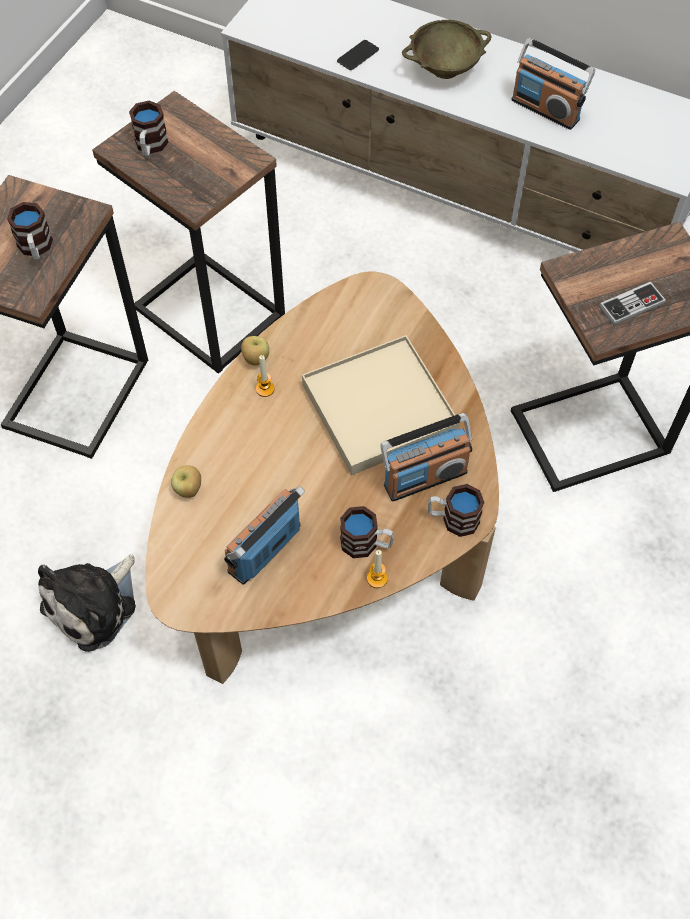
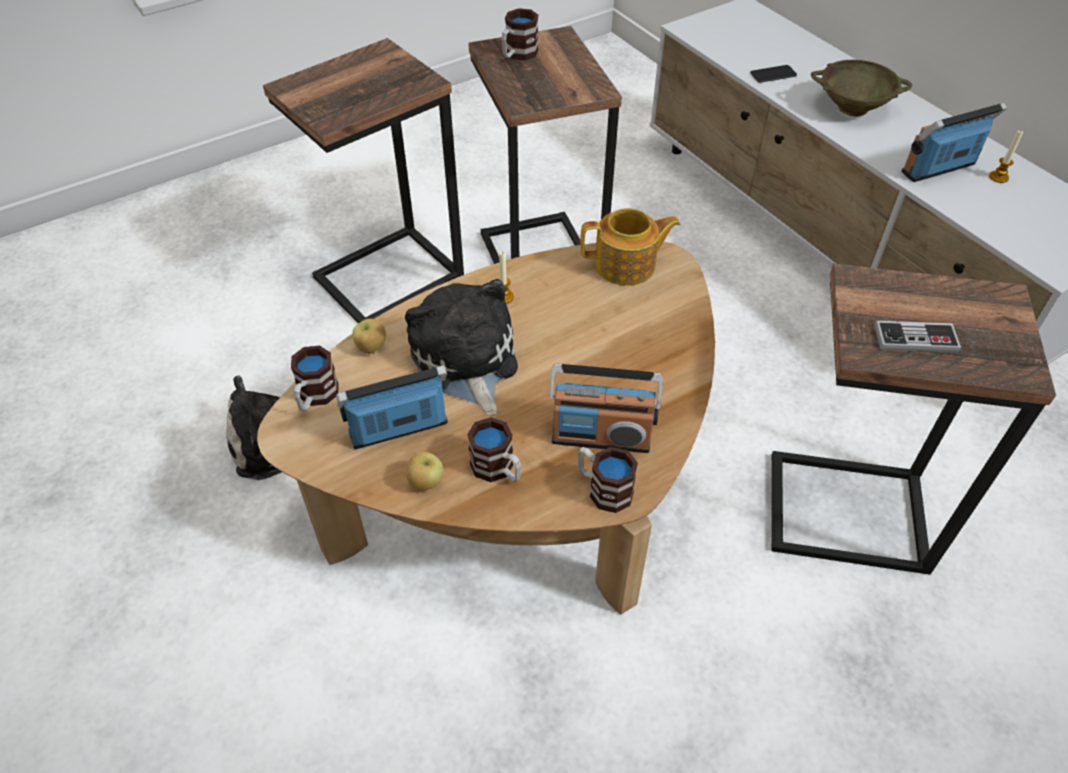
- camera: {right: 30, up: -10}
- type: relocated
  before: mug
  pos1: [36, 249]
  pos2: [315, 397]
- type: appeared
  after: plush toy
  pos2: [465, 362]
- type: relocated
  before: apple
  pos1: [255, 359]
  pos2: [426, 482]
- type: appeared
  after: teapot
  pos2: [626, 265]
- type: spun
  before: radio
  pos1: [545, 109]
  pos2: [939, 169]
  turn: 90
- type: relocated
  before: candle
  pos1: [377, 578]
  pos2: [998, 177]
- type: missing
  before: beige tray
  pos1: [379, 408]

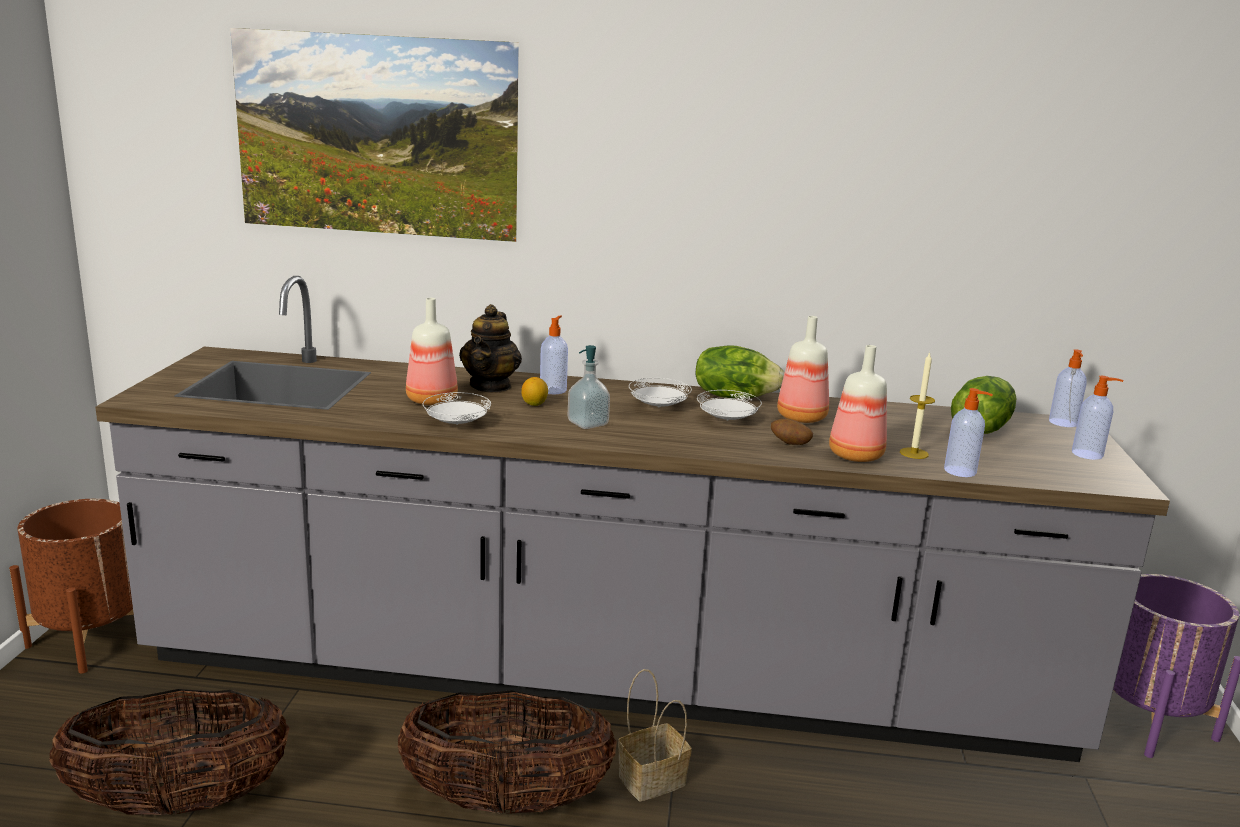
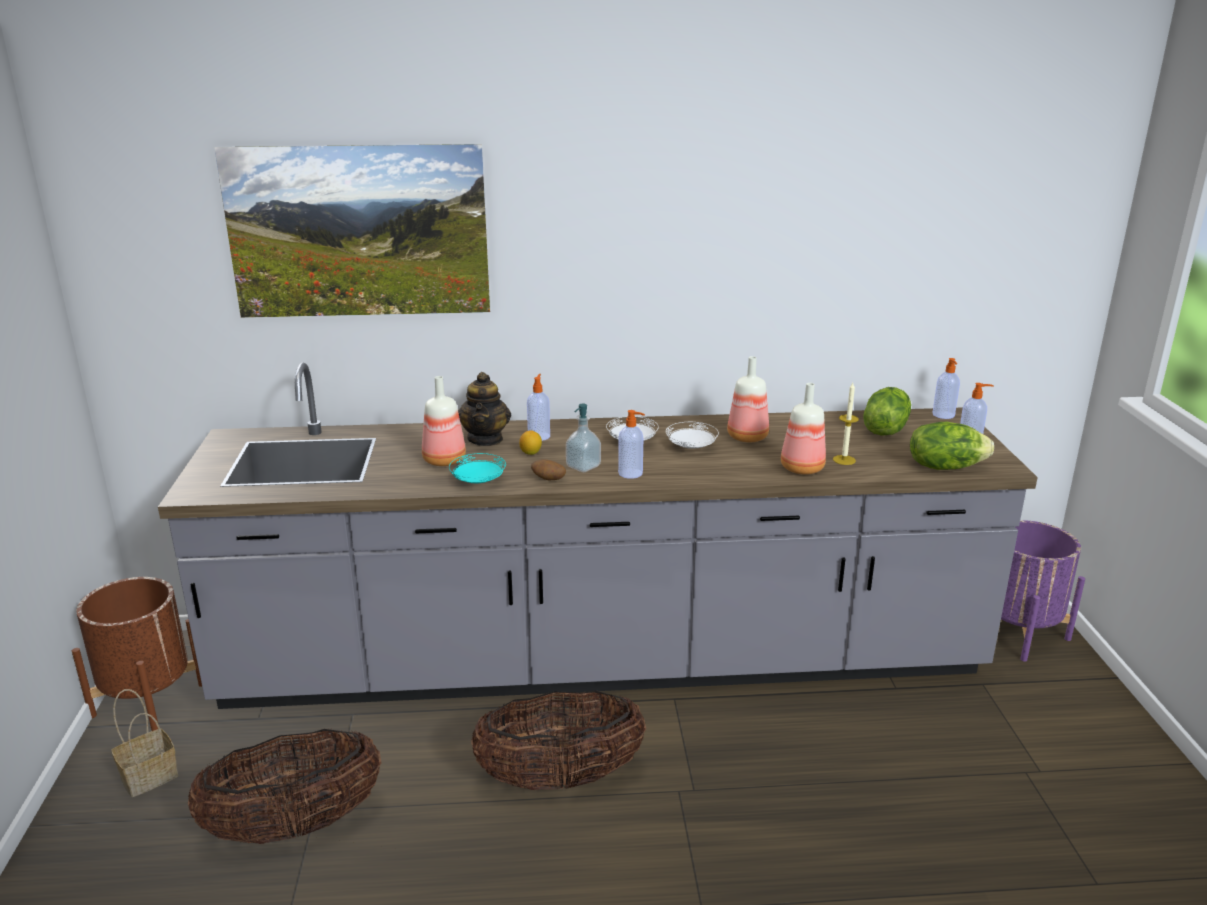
- camera: {right: -10, up: 5}
- type: relocated
  before: basket
  pos1: [653, 779]
  pos2: [151, 775]
- type: colour
  before: white plate
  after: turquoise plate
  pos1: [456, 424]
  pos2: [478, 482]
- type: relocated
  before: potato
  pos1: [789, 444]
  pos2: [548, 479]
- type: relocated
  before: soap dispenser
  pos1: [961, 471]
  pos2: [631, 473]
- type: relocated
  before: lettuce
  pos1: [734, 396]
  pos2: [945, 466]

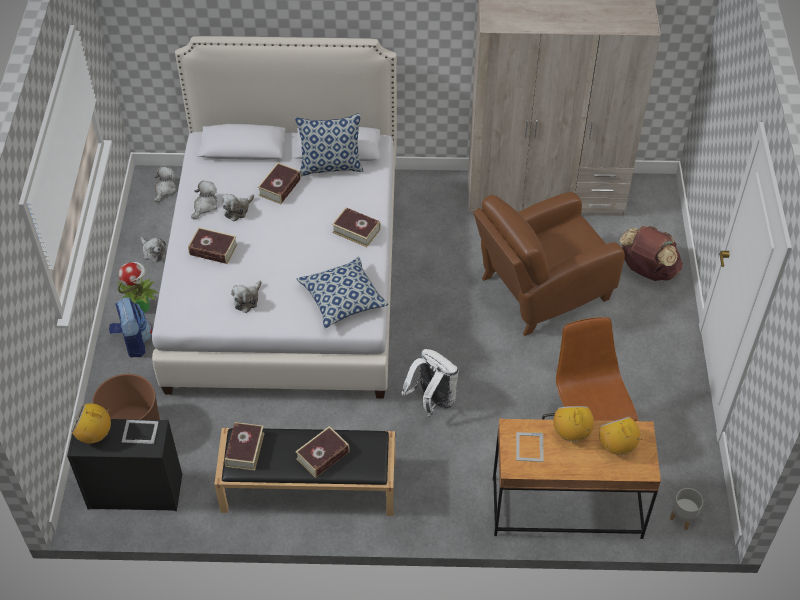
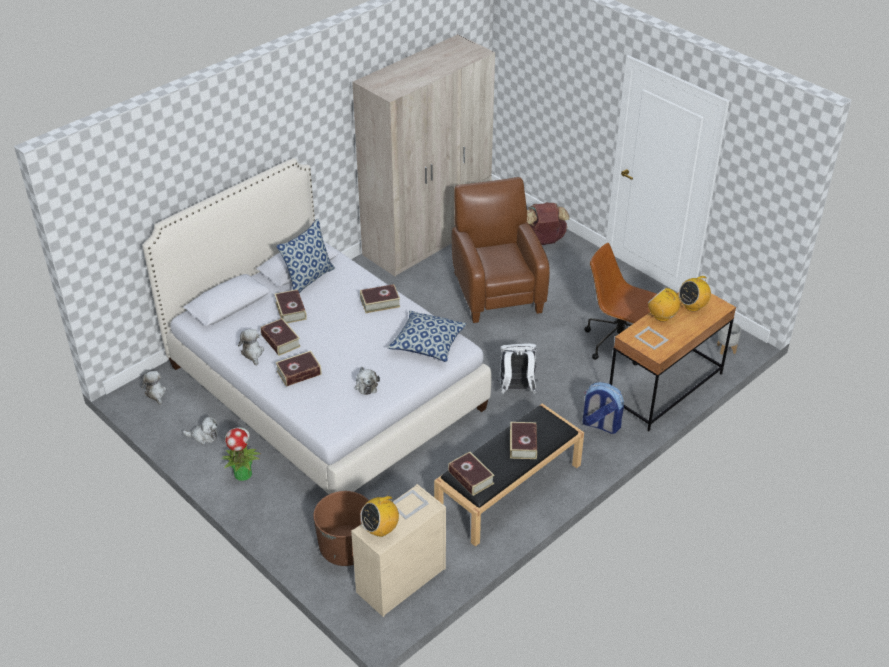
- camera: {right: -45, up: -10}
- type: exchanged
  before: plush toy
  after: book
  pos1: [238, 210]
  pos2: [280, 341]
- type: colour
  before: black dresser
  after: beige dresser
  pos1: [134, 491]
  pos2: [400, 581]
- type: spun
  before: brown armchair
  pos1: [541, 290]
  pos2: [496, 289]
  turn: 150
- type: relocated
  before: backpack
  pos1: [133, 342]
  pos2: [600, 425]
- type: spun
  before: radio
  pos1: [616, 446]
  pos2: [692, 306]
  turn: -60

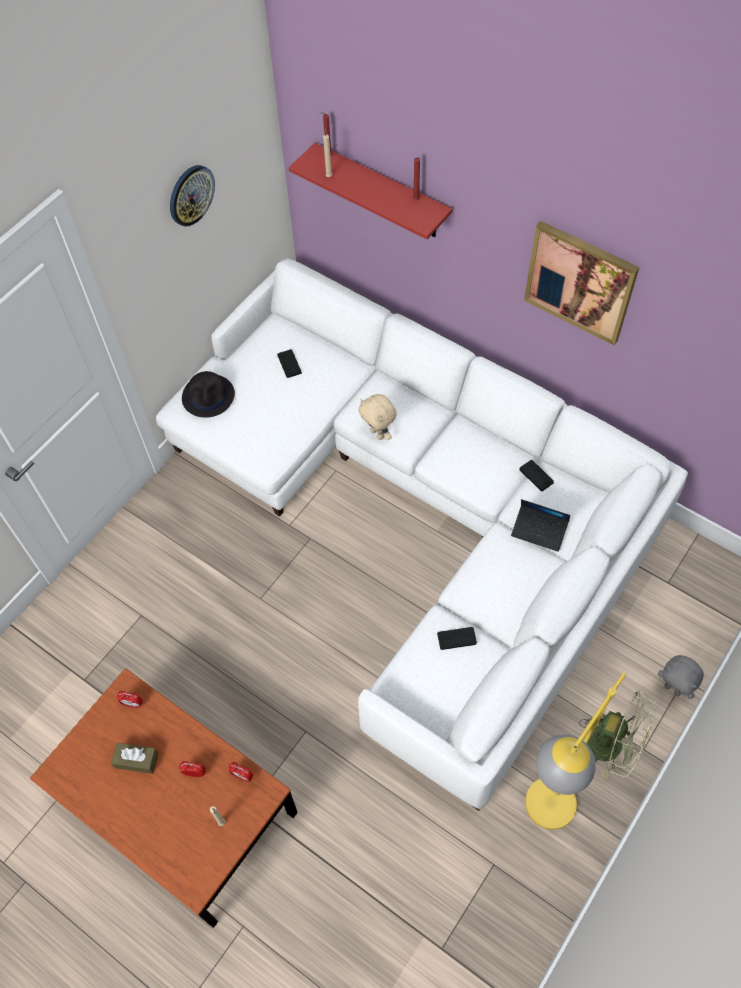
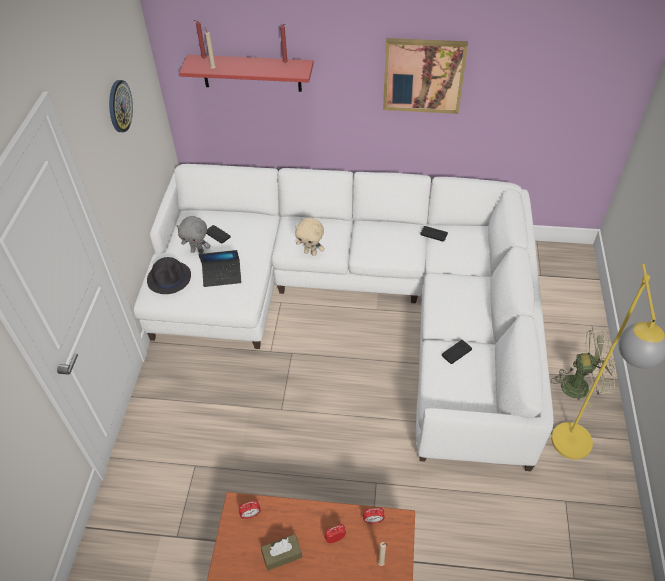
- camera: {right: -30, up: -10}
- type: relocated
  before: grey plush toy
  pos1: [673, 689]
  pos2: [197, 251]
- type: relocated
  before: laptop
  pos1: [539, 531]
  pos2: [222, 276]

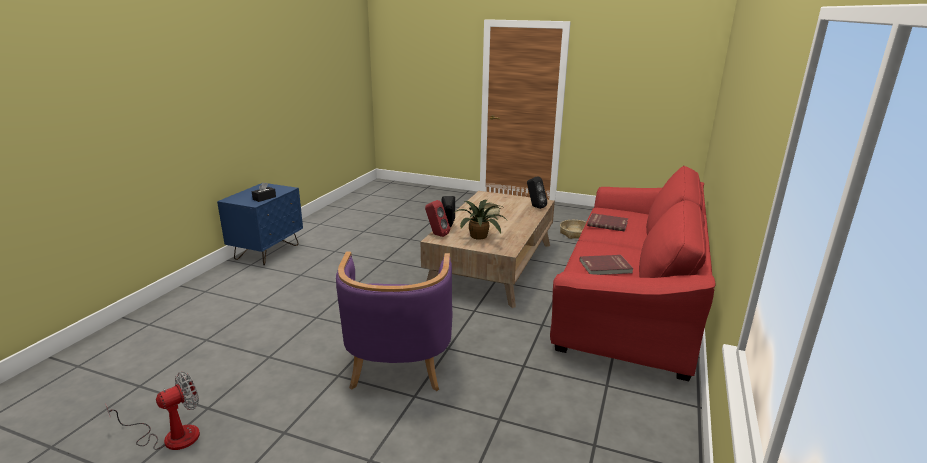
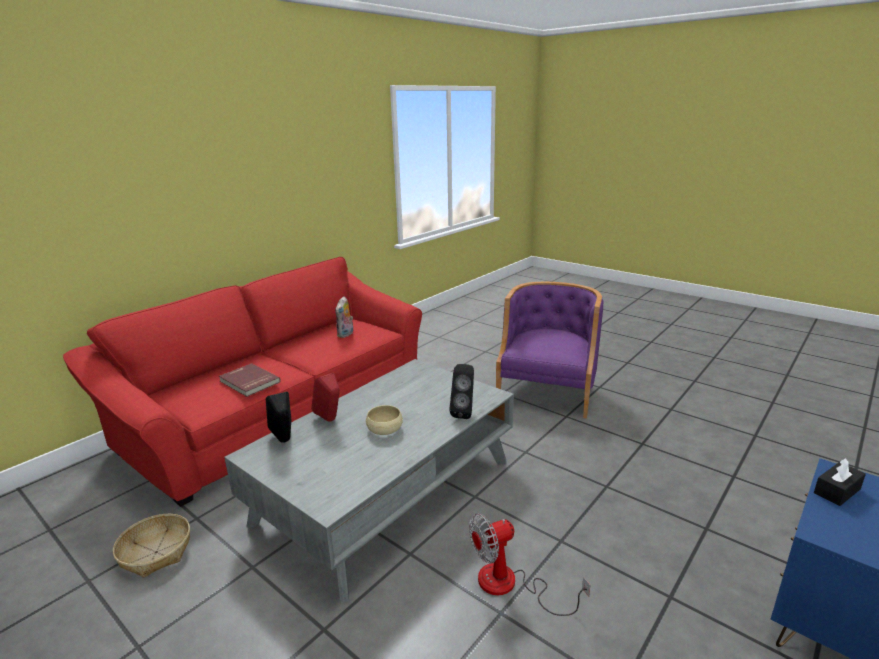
- camera: {right: -160, up: 0}
- type: colour
  before: brown coffee table
  after: grey coffee table
  pos1: [492, 266]
  pos2: [387, 490]
- type: relocated
  before: red speaker
  pos1: [436, 235]
  pos2: [330, 420]
- type: exchanged
  before: red book
  after: plush toy
  pos1: [605, 267]
  pos2: [346, 334]
- type: relocated
  before: fan
  pos1: [171, 436]
  pos2: [510, 585]
- type: missing
  before: potted plant
  pos1: [480, 236]

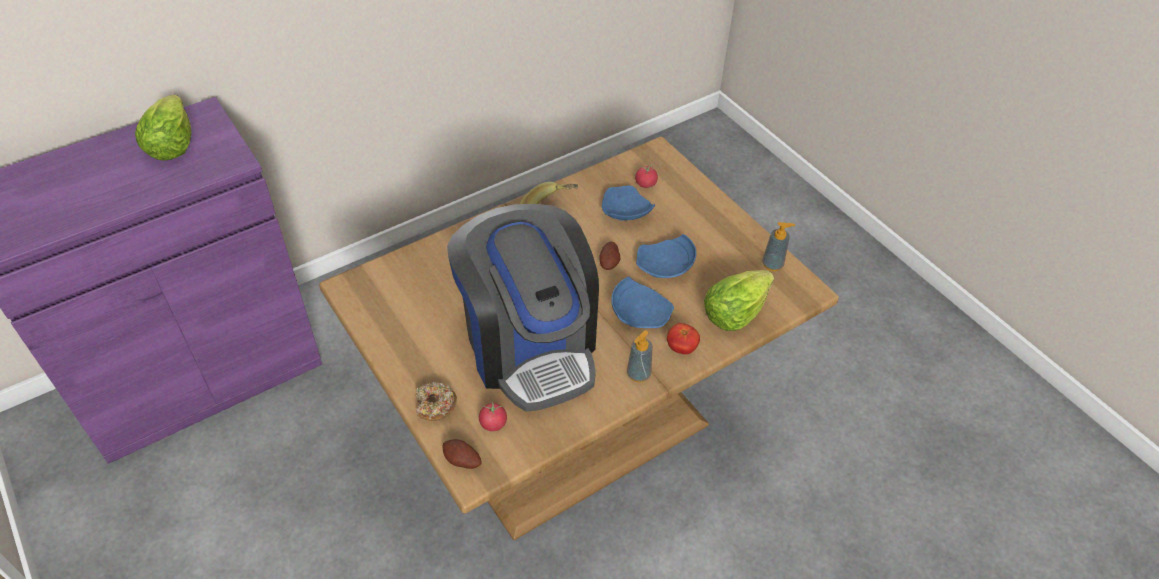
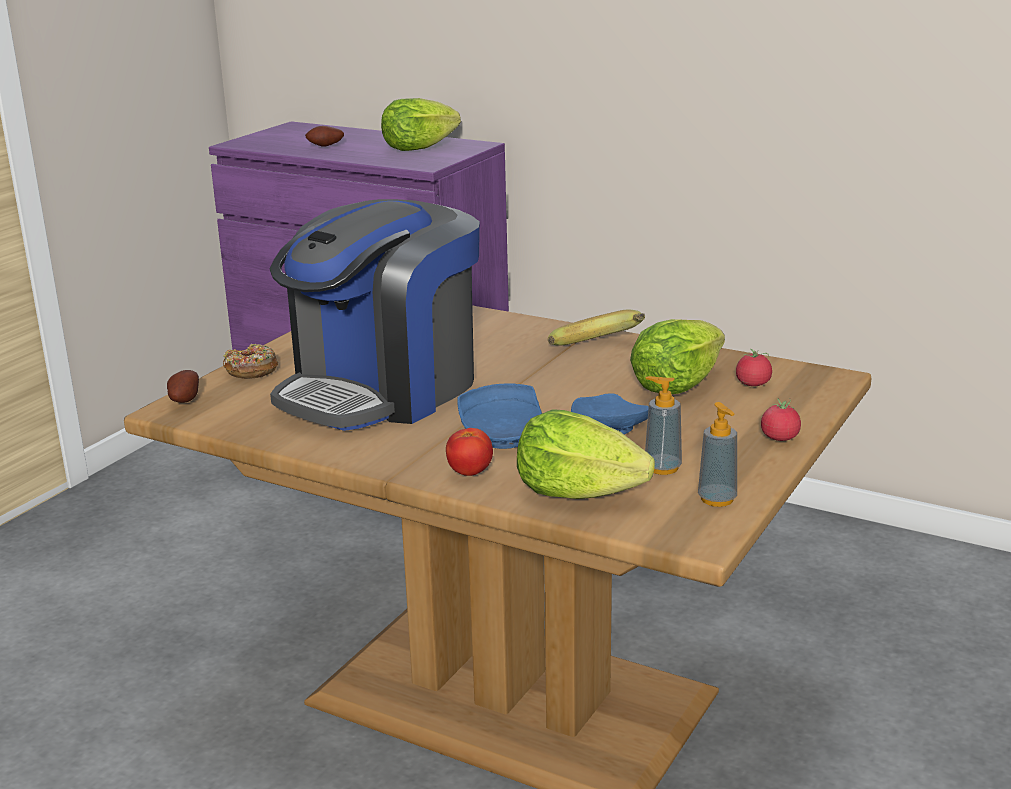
- camera: {right: 65, up: -25}
- type: relocated
  before: potato
  pos1: [609, 263]
  pos2: [325, 146]
- type: exchanged
  before: blue plate
  after: lettuce
  pos1: [624, 213]
  pos2: [676, 385]
- type: relocated
  before: soap dispenser
  pos1: [638, 374]
  pos2: [662, 468]
- type: relocated
  before: tomato
  pos1: [493, 423]
  pos2: [779, 438]

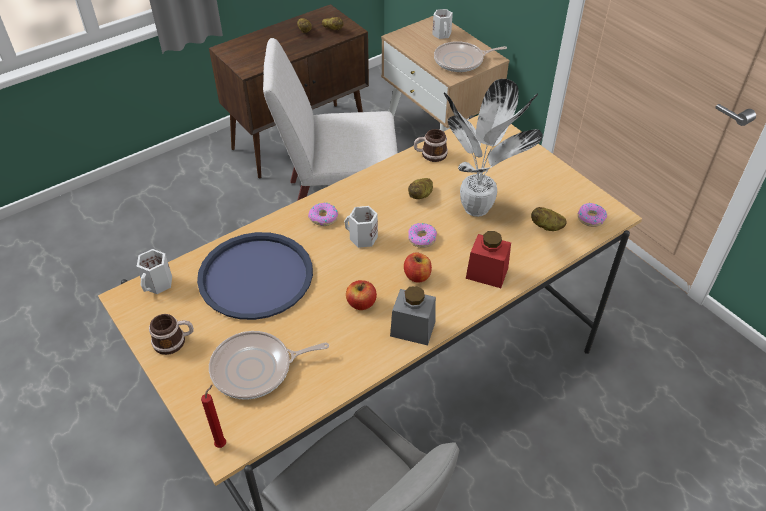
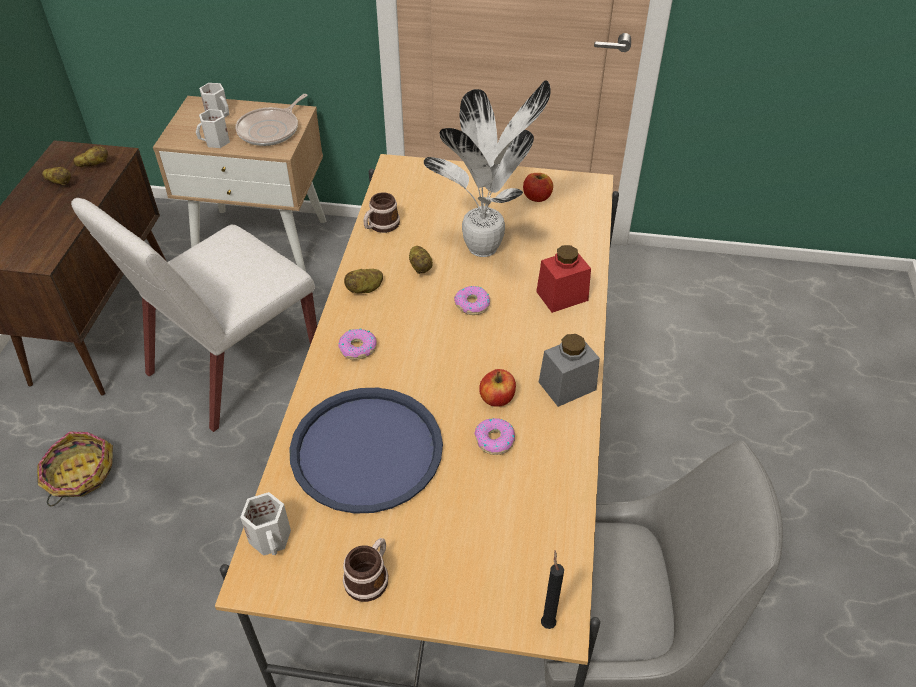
- camera: {right: -45, up: 0}
- type: appeared
  after: basket
  pos2: [79, 475]
- type: relocated
  before: white mug
  pos1: [362, 238]
  pos2: [216, 142]
- type: relocated
  before: potato
  pos1: [546, 226]
  pos2: [365, 289]
- type: relocated
  before: donut
  pos1: [590, 218]
  pos2: [494, 440]
- type: relocated
  before: apple
  pos1: [417, 276]
  pos2: [537, 197]
- type: colour
  before: red candle
  after: black candle
  pos1: [222, 443]
  pos2: [547, 622]
- type: missing
  before: frying pan
  pos1: [256, 369]

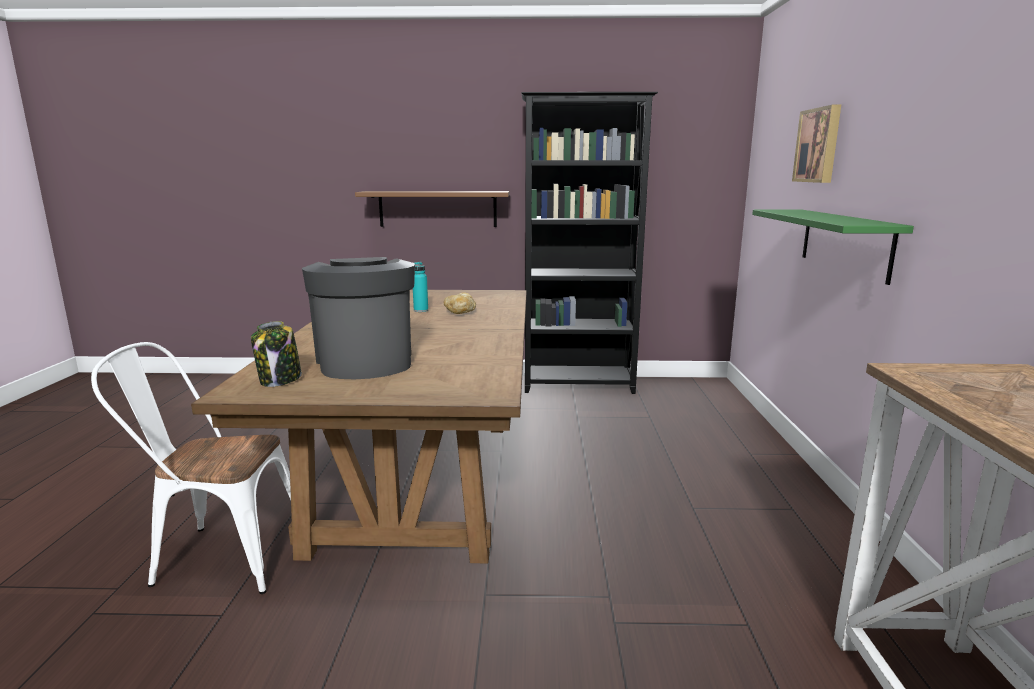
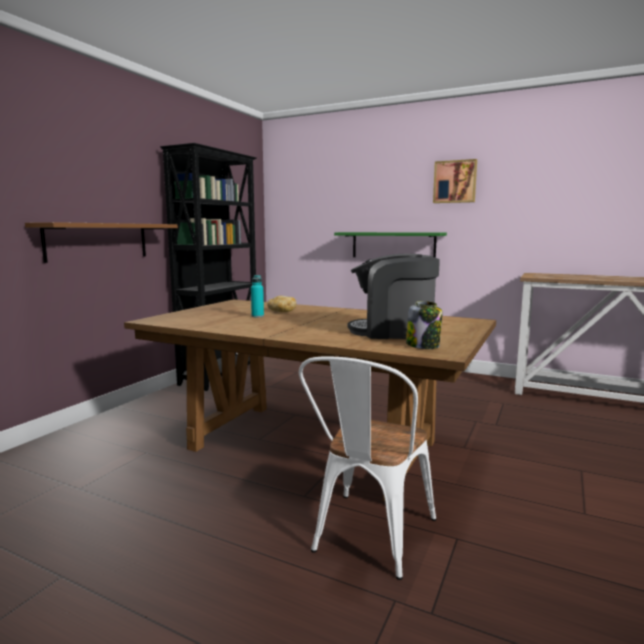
- camera: {right: -65, up: -5}
- type: relocated
  before: picture
  pos1: [819, 145]
  pos2: [455, 182]

